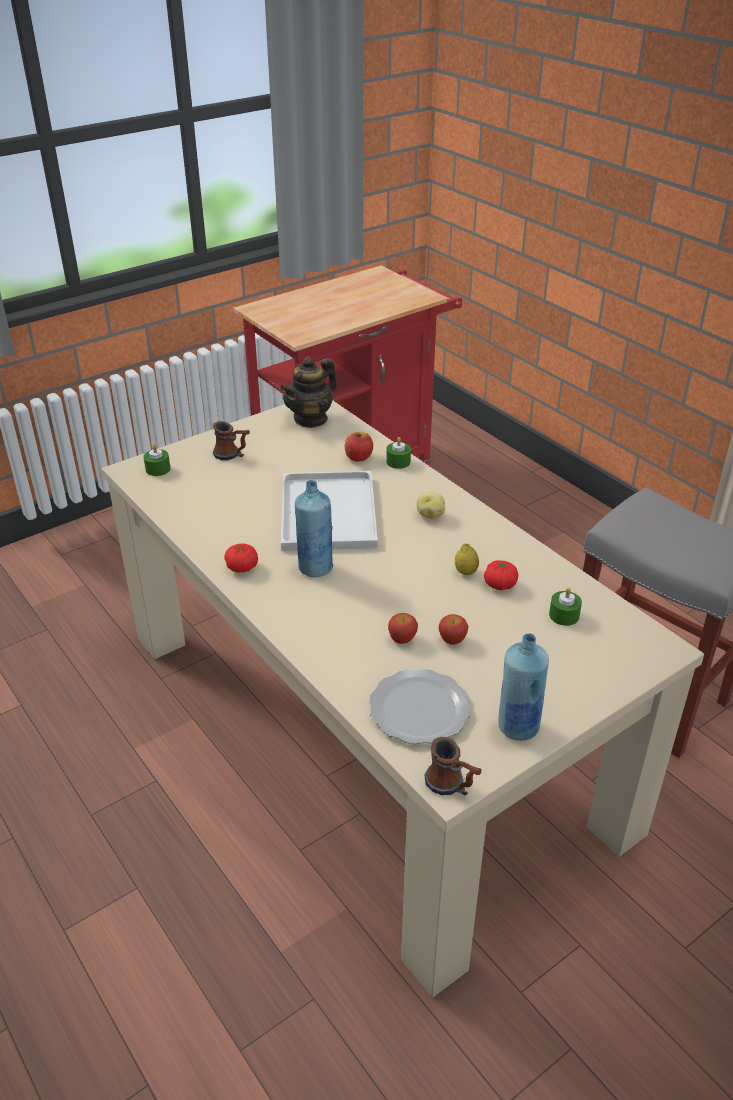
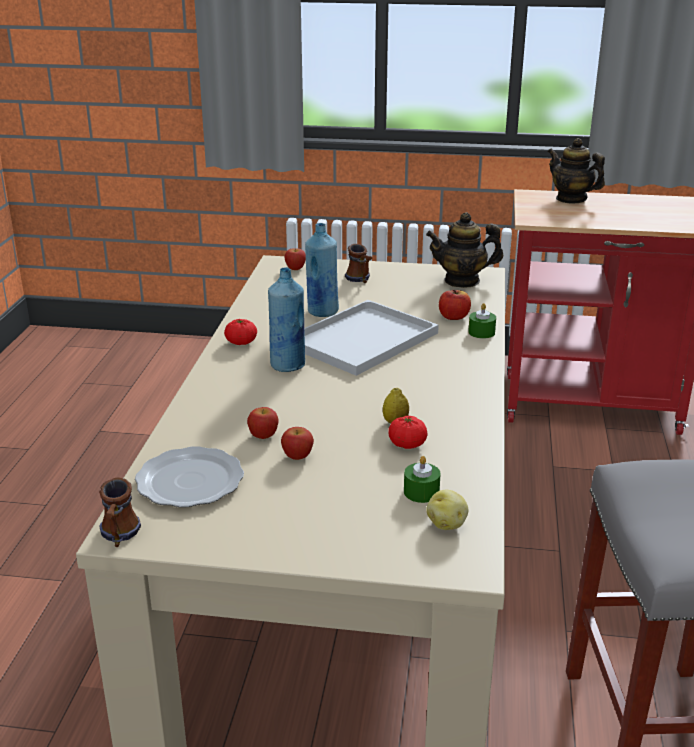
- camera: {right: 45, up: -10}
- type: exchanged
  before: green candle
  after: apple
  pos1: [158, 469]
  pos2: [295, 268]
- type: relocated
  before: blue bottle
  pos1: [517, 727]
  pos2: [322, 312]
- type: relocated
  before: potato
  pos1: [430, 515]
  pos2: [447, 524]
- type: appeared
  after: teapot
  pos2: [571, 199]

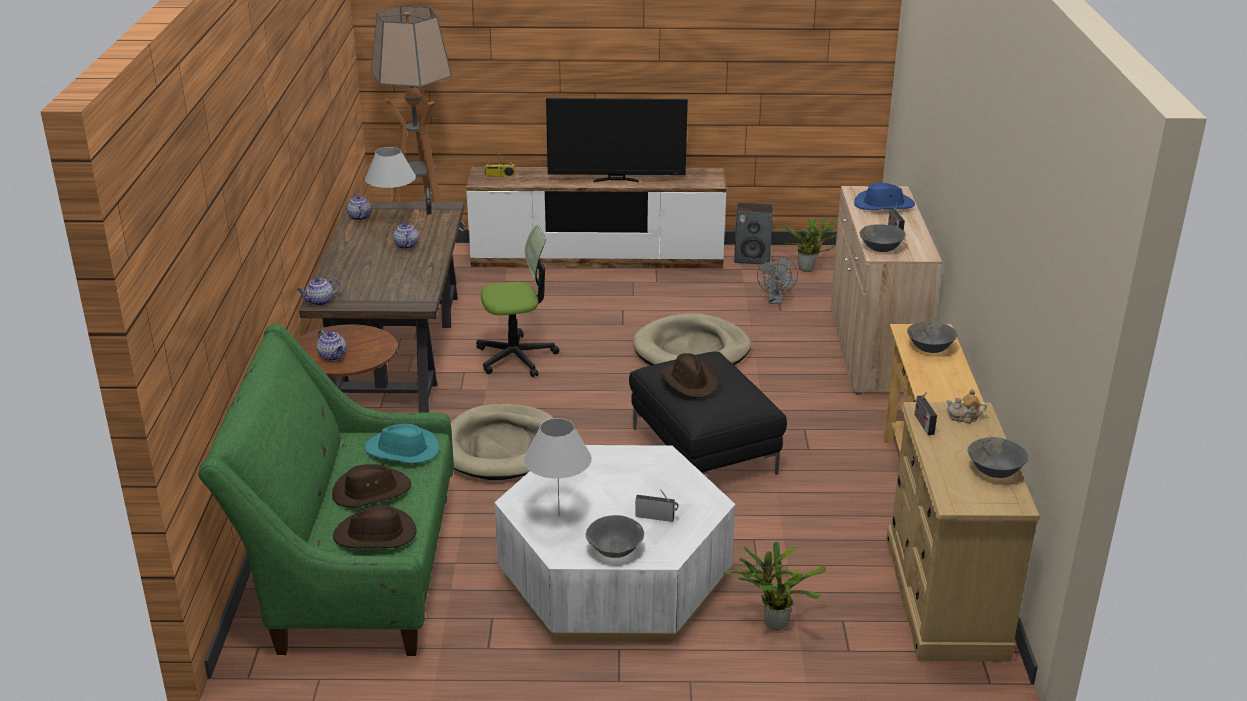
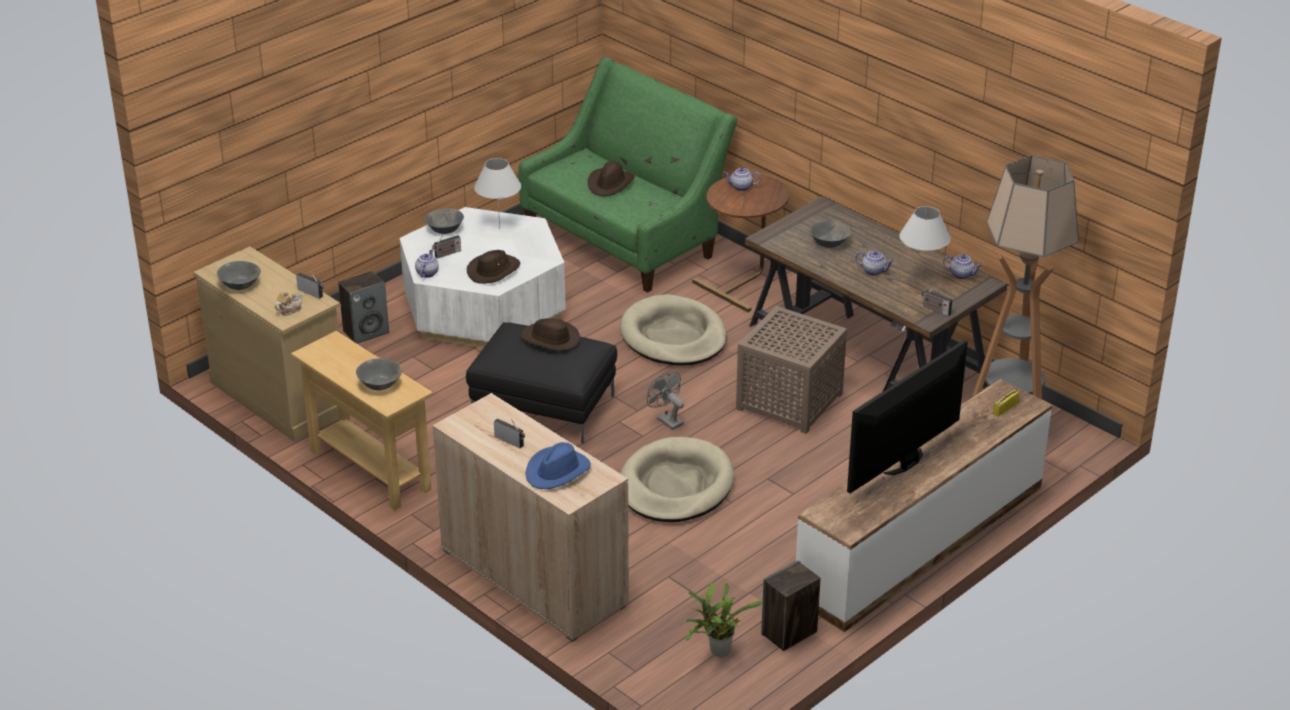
- camera: {right: 135, up: 5}
- type: exchanged
  before: potted plant
  after: speaker
  pos1: [772, 623]
  pos2: [366, 332]
- type: relocated
  before: teapot
  pos1: [319, 301]
  pos2: [427, 273]
- type: relocated
  before: brown hat
  pos1: [375, 535]
  pos2: [493, 270]
- type: relocated
  before: grey fan
  pos1: [775, 301]
  pos2: [666, 420]
- type: exchanged
  before: office chair
  after: brown side table
  pos1: [516, 357]
  pos2: [787, 401]
- type: relocated
  before: grey bowl
  pos1: [881, 248]
  pos2: [829, 243]
- type: missing
  before: turquoise hat
  pos1: [402, 450]

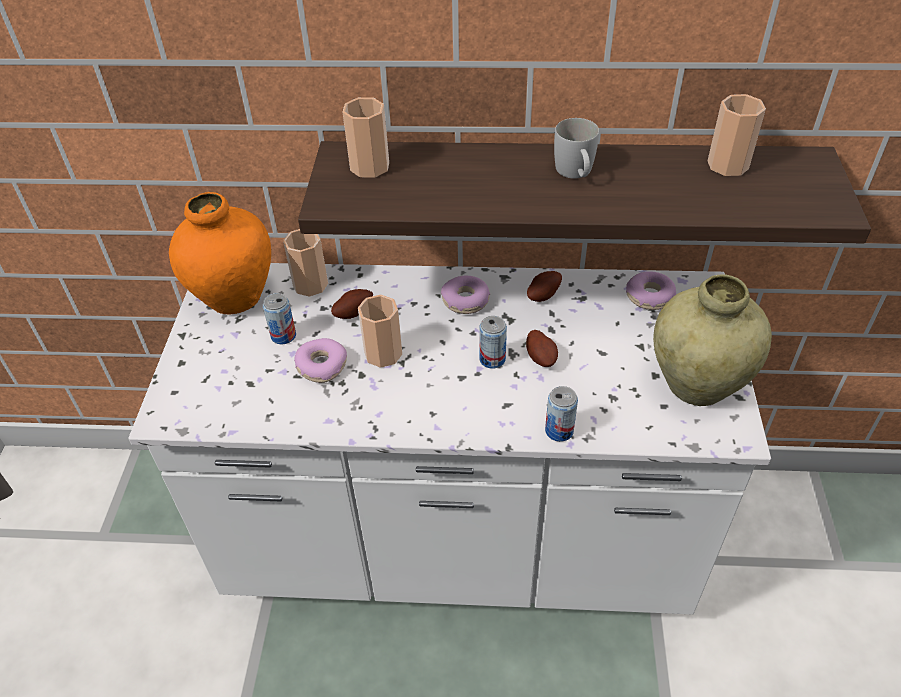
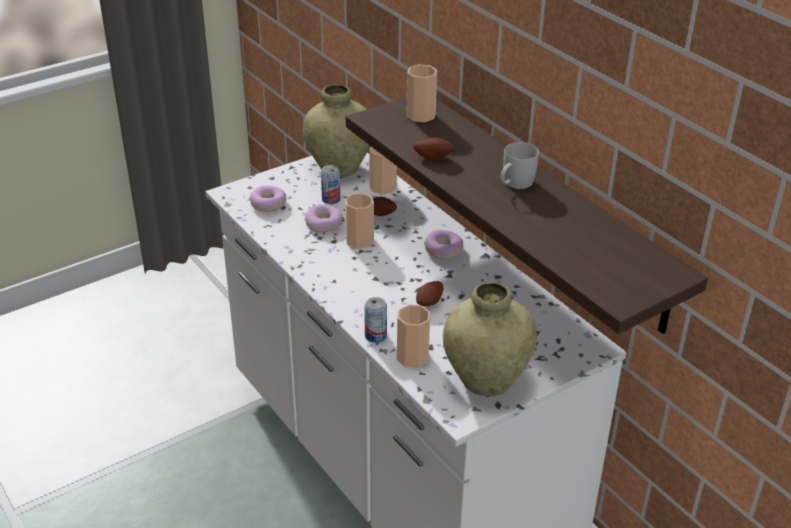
- camera: {right: 50, up: -10}
- type: relocated
  before: donut
  pos1: [649, 297]
  pos2: [268, 204]
- type: colour
  before: orange vase
  after: beige vase
  pos1: [234, 298]
  pos2: [339, 168]
- type: relocated
  before: cup
  pos1: [727, 165]
  pos2: [412, 357]
- type: relocated
  before: potato
  pos1: [542, 295]
  pos2: [433, 156]
- type: missing
  before: can
  pos1: [492, 359]

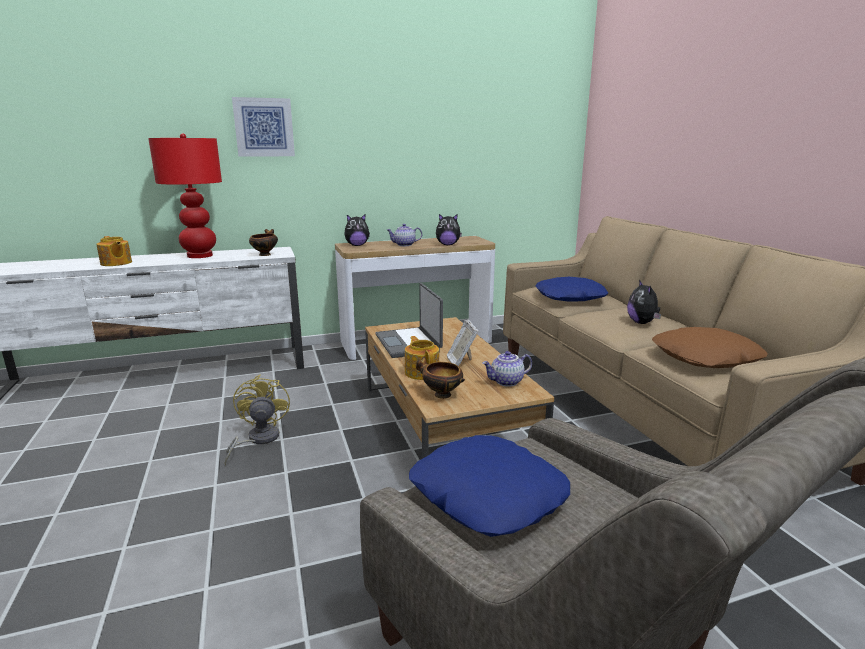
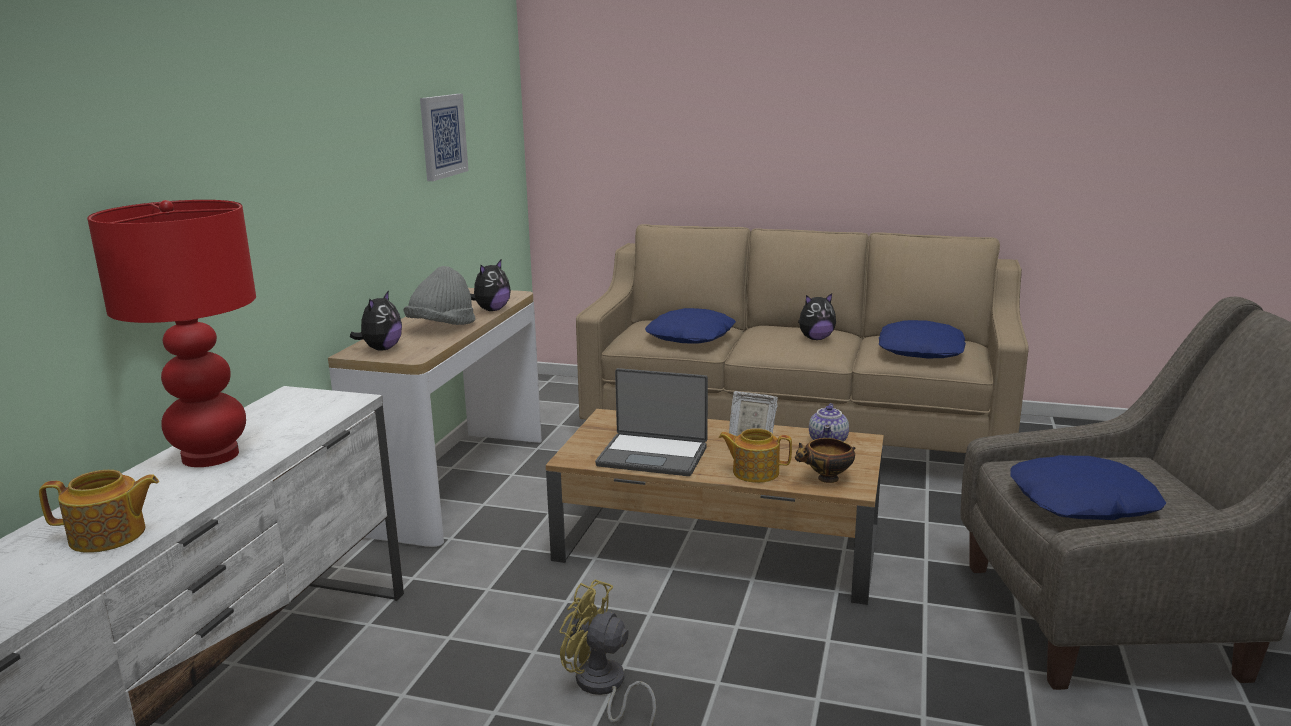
- camera: {right: -55, up: 0}
- type: exchanged
  before: teapot
  after: grey hat
  pos1: [404, 245]
  pos2: [441, 327]
- type: relocated
  before: picture
  pos1: [264, 127]
  pos2: [442, 136]
- type: spun
  before: plush toy
  pos1: [642, 323]
  pos2: [815, 338]
  turn: -45
- type: colour
  before: brown pillow
  after: blue pillow
  pos1: [706, 358]
  pos2: [921, 350]
- type: missing
  before: bowl
  pos1: [265, 254]

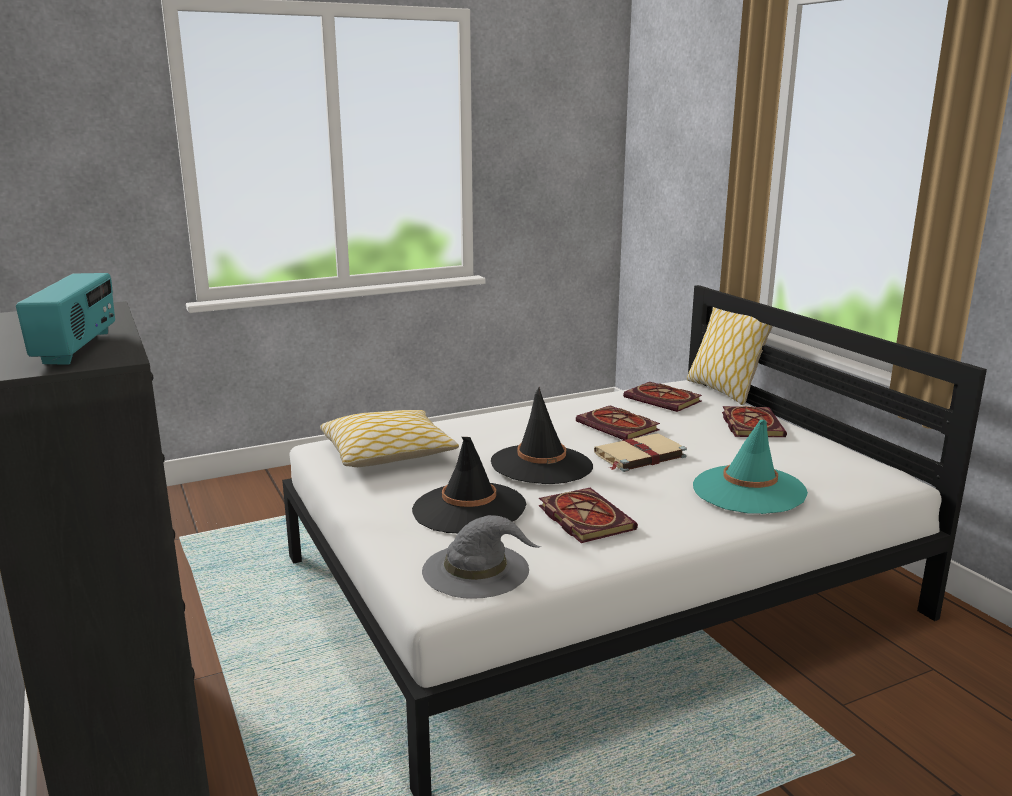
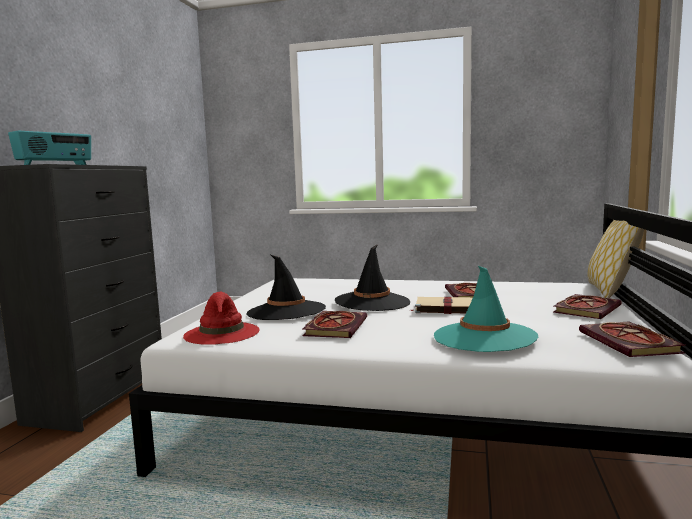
- camera: {right: 40, up: -10}
- type: colour
  before: grey hat
  after: red hat
  pos1: [477, 570]
  pos2: [222, 333]
- type: relocated
  before: book
  pos1: [664, 400]
  pos2: [631, 343]
- type: missing
  before: pillow
  pos1: [388, 453]

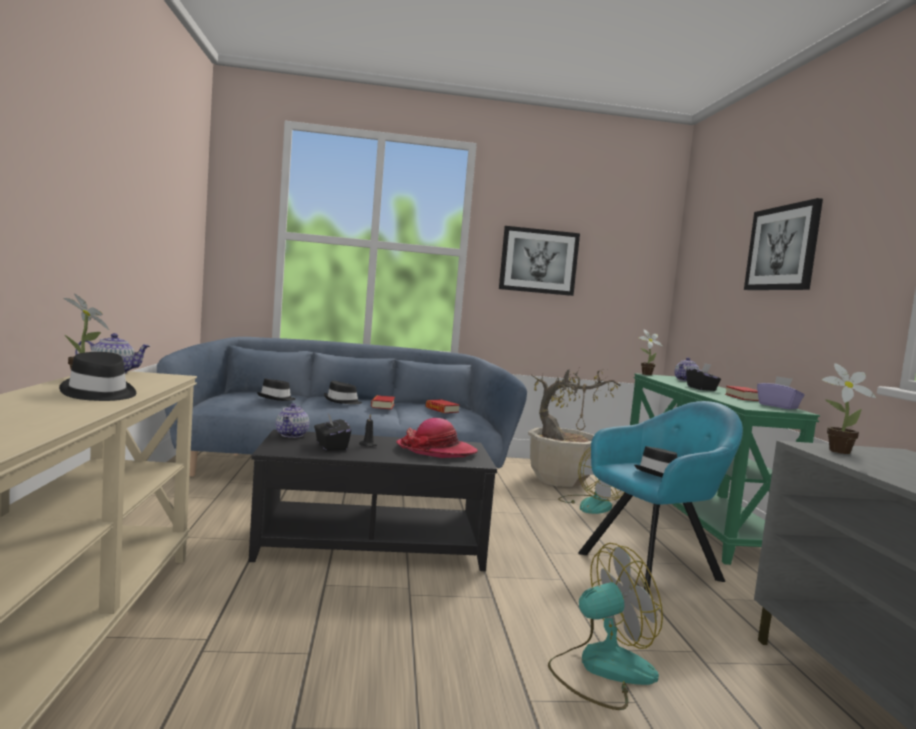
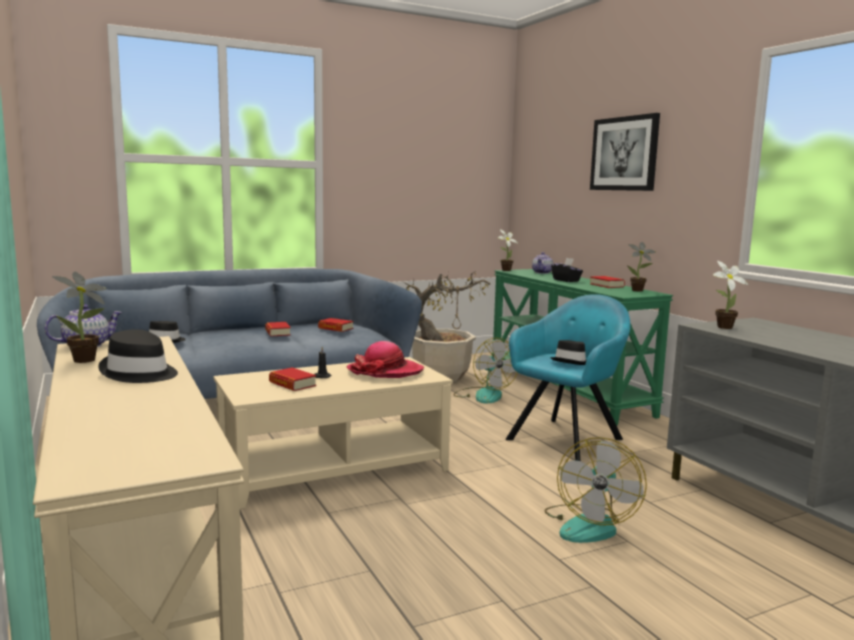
- camera: {right: -20, up: 5}
- type: colour
  before: black coffee table
  after: beige coffee table
  pos1: [371, 544]
  pos2: [333, 468]
- type: exchanged
  before: black tissue box
  after: book
  pos1: [330, 446]
  pos2: [292, 384]
- type: spun
  before: fan
  pos1: [601, 669]
  pos2: [589, 525]
  turn: 150
- type: exchanged
  before: purple tissue box
  after: potted plant
  pos1: [778, 406]
  pos2: [639, 291]
- type: missing
  before: teapot
  pos1: [292, 435]
- type: missing
  before: black hat
  pos1: [342, 401]
- type: missing
  before: picture
  pos1: [538, 261]

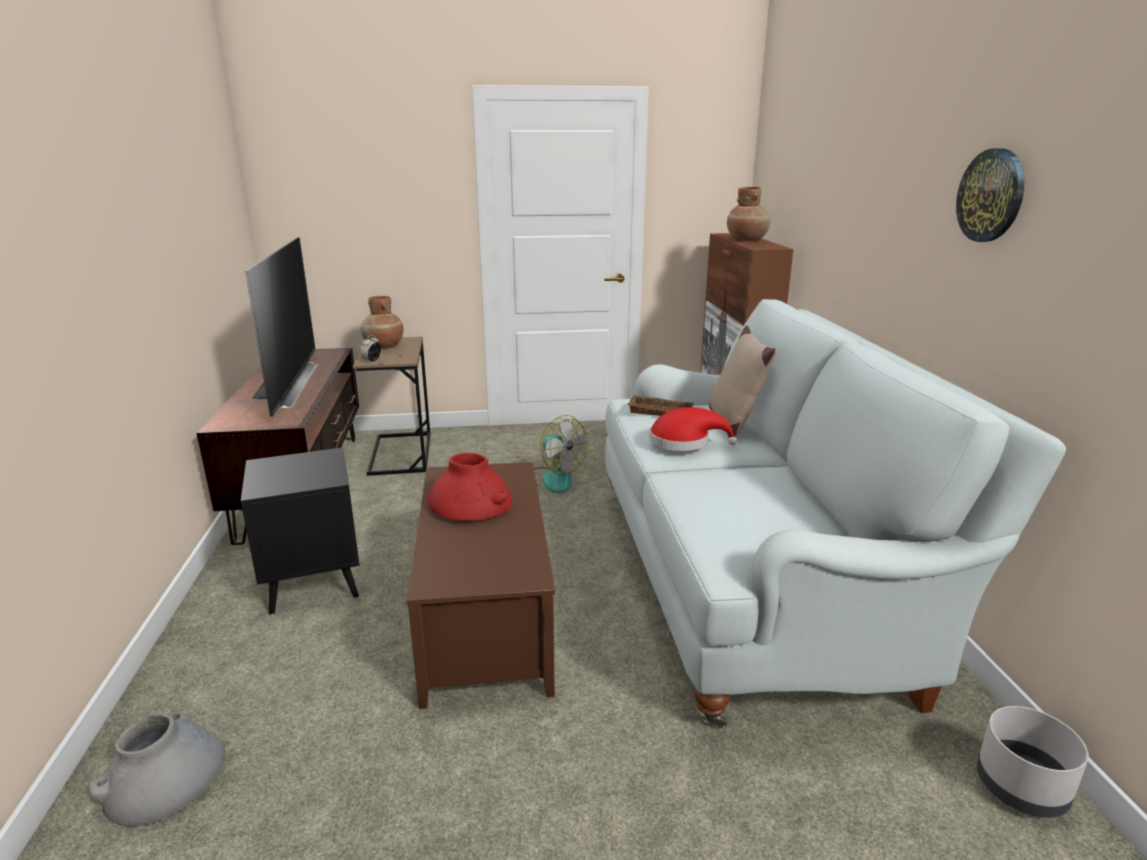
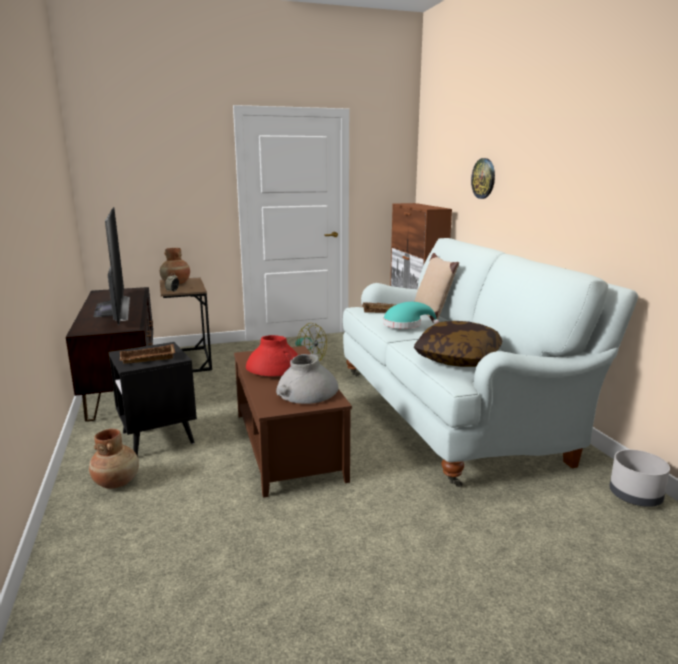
- camera: {right: -10, up: -5}
- type: relocated
  before: brown vase
  pos1: [747, 240]
  pos2: [117, 482]
- type: appeared
  after: brown tray
  pos2: [147, 359]
- type: relocated
  before: grey vase
  pos1: [163, 778]
  pos2: [307, 392]
- type: colour
  before: red hat
  after: turquoise hat
  pos1: [684, 441]
  pos2: [405, 324]
- type: appeared
  after: pillow
  pos2: [457, 358]
- type: relocated
  before: wall clock
  pos1: [991, 195]
  pos2: [483, 178]

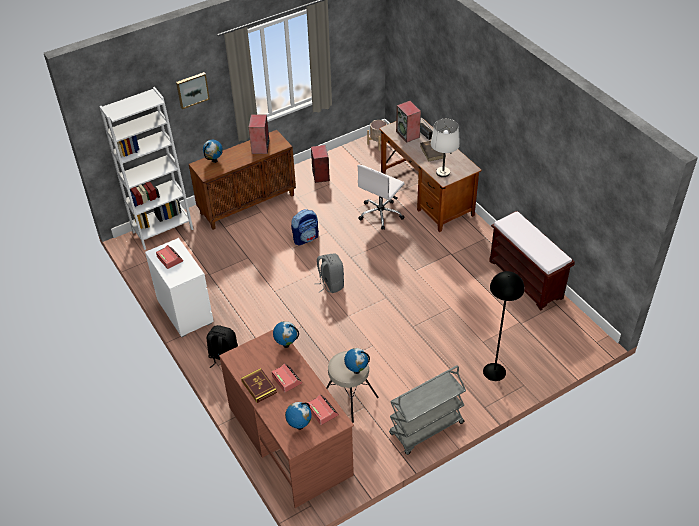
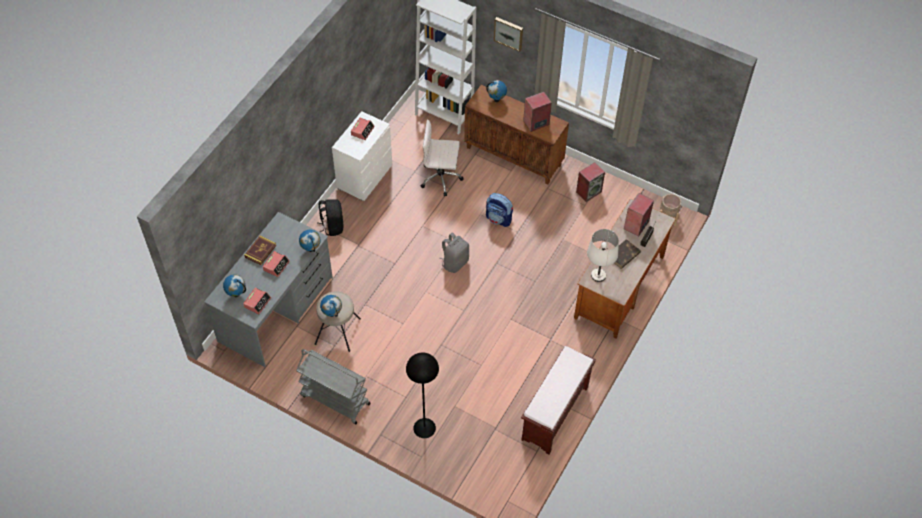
- camera: {right: 60, up: 10}
- type: colour
  before: brown desk
  after: grey desk
  pos1: [290, 439]
  pos2: [276, 309]
- type: relocated
  before: white office chair
  pos1: [381, 214]
  pos2: [441, 178]

